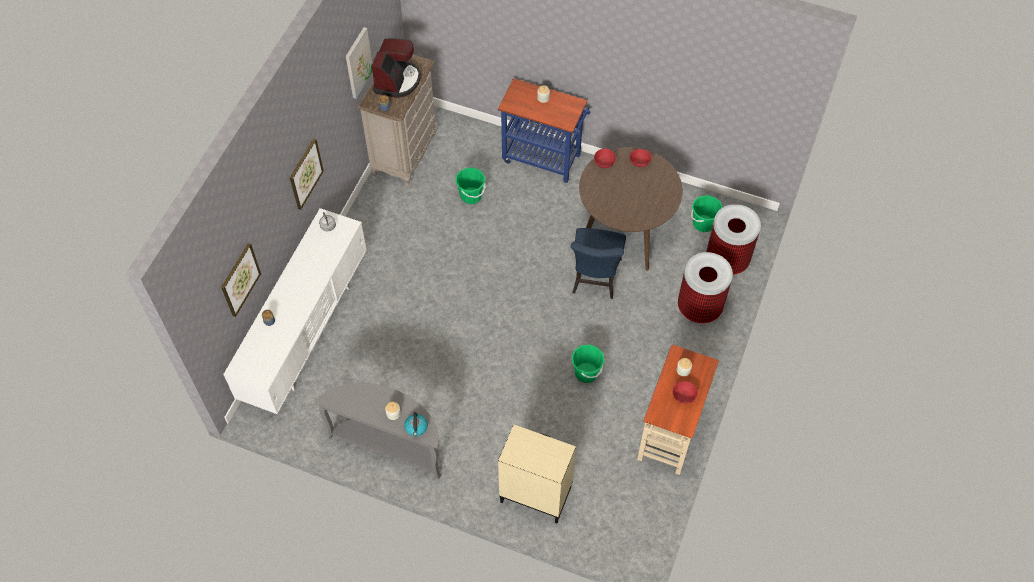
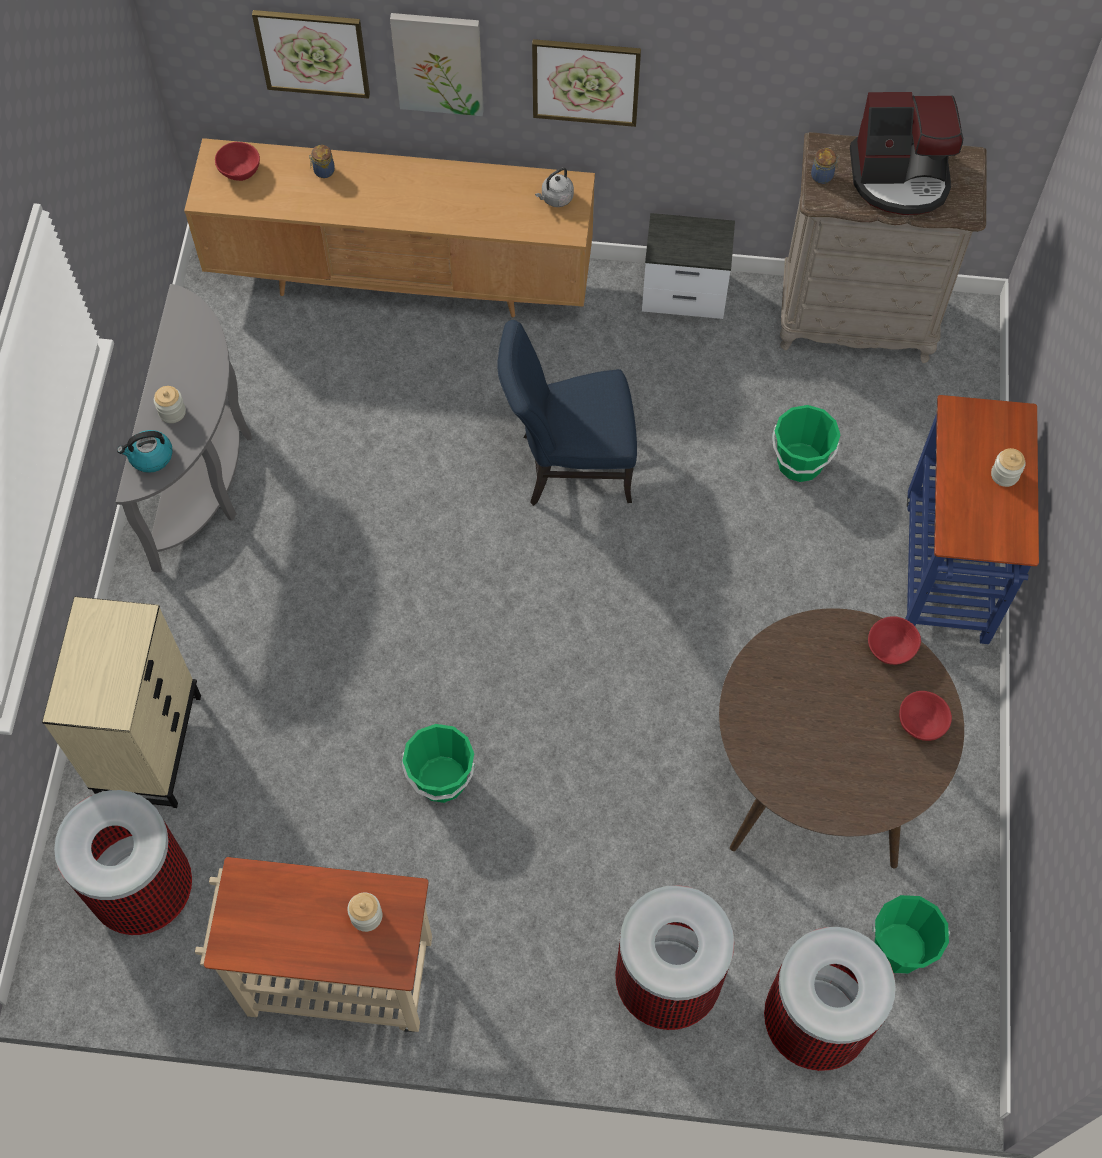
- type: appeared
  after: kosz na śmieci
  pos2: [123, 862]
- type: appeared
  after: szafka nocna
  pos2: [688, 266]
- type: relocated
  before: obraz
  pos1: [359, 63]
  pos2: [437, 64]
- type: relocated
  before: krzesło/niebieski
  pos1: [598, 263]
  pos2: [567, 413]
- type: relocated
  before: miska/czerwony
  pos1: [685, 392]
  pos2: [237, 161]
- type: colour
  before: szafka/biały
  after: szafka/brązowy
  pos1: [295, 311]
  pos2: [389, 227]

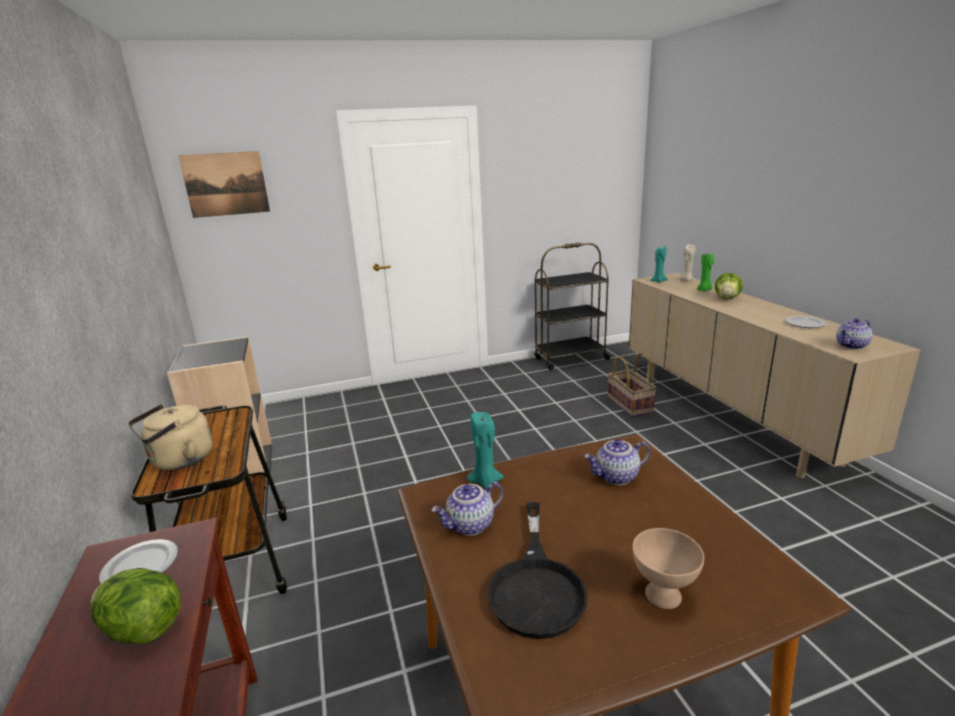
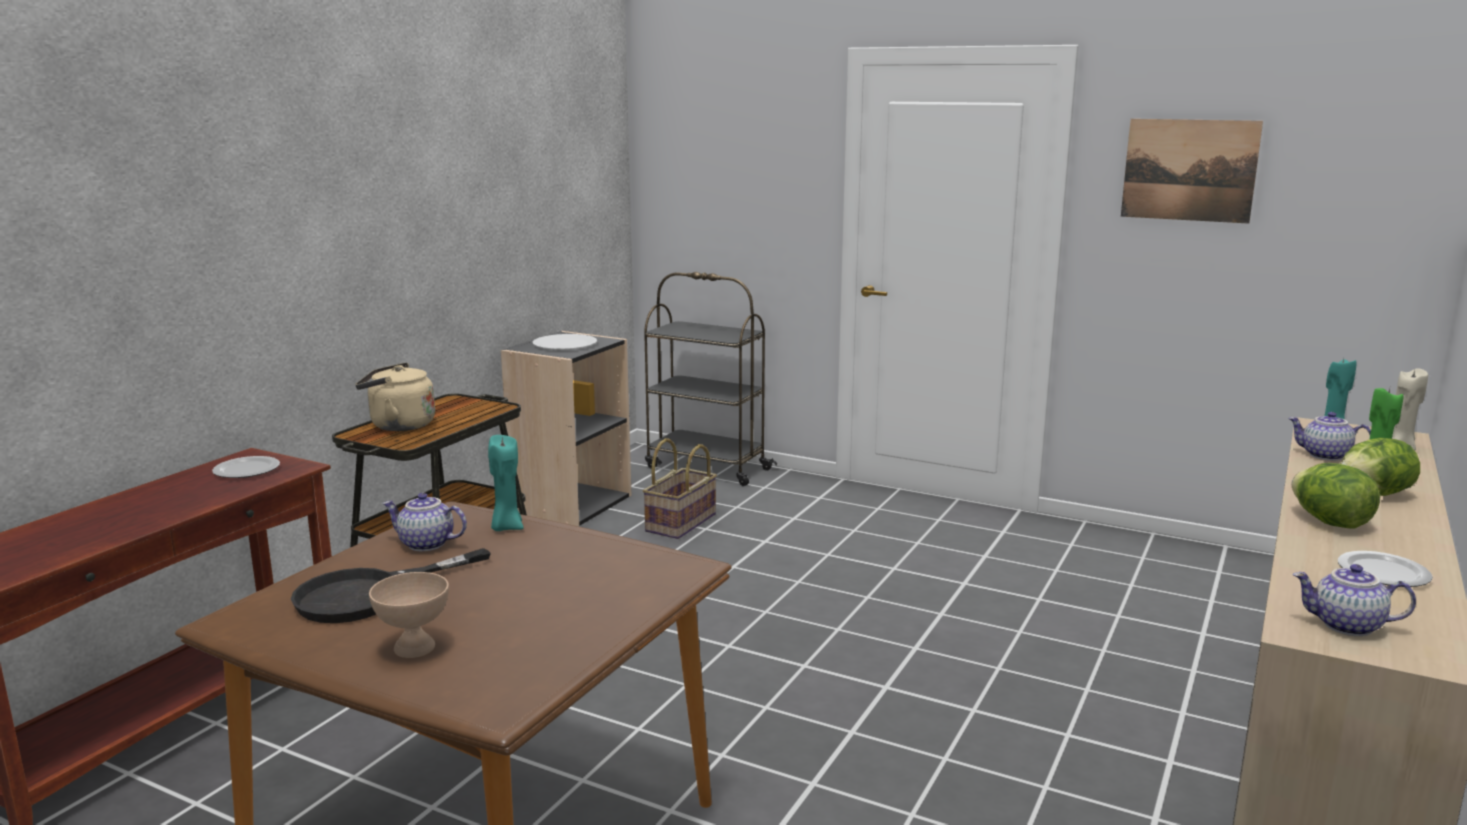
- type: appeared
  after: talerz/biały
  pos2: [564, 342]
- type: relocated
  before: sałata
  pos1: [136, 606]
  pos2: [1336, 496]
- type: relocated
  before: obraz
  pos1: [224, 184]
  pos2: [1192, 171]
- type: relocated
  before: wózek/czarny
  pos1: [572, 306]
  pos2: [710, 379]
- type: relocated
  before: imbryk
  pos1: [617, 462]
  pos2: [1329, 436]
- type: relocated
  before: koszyk
  pos1: [632, 385]
  pos2: [680, 488]

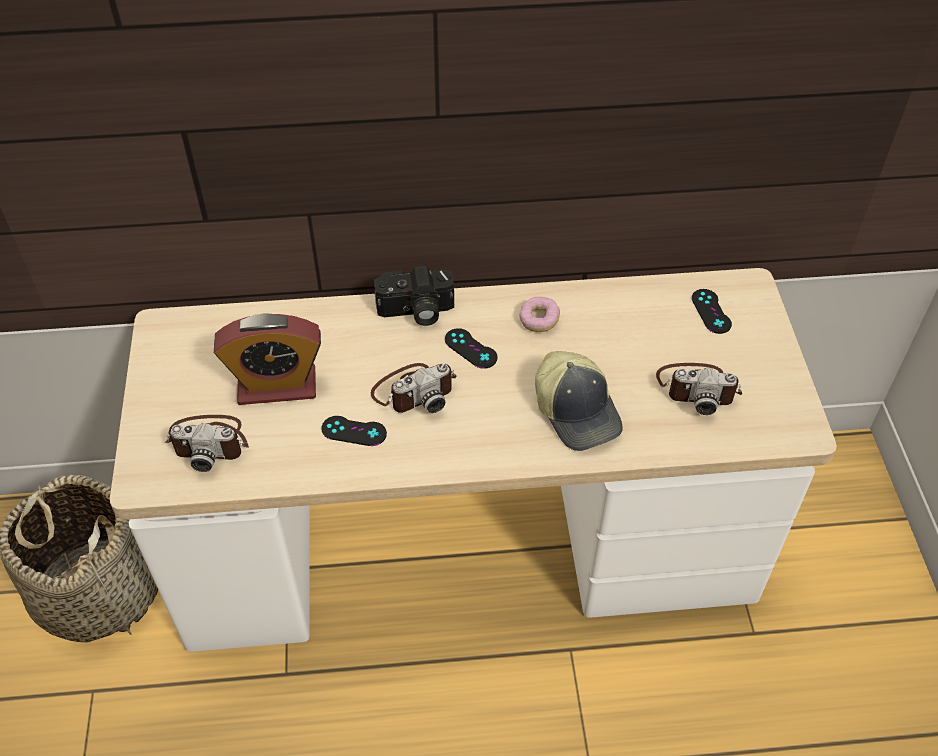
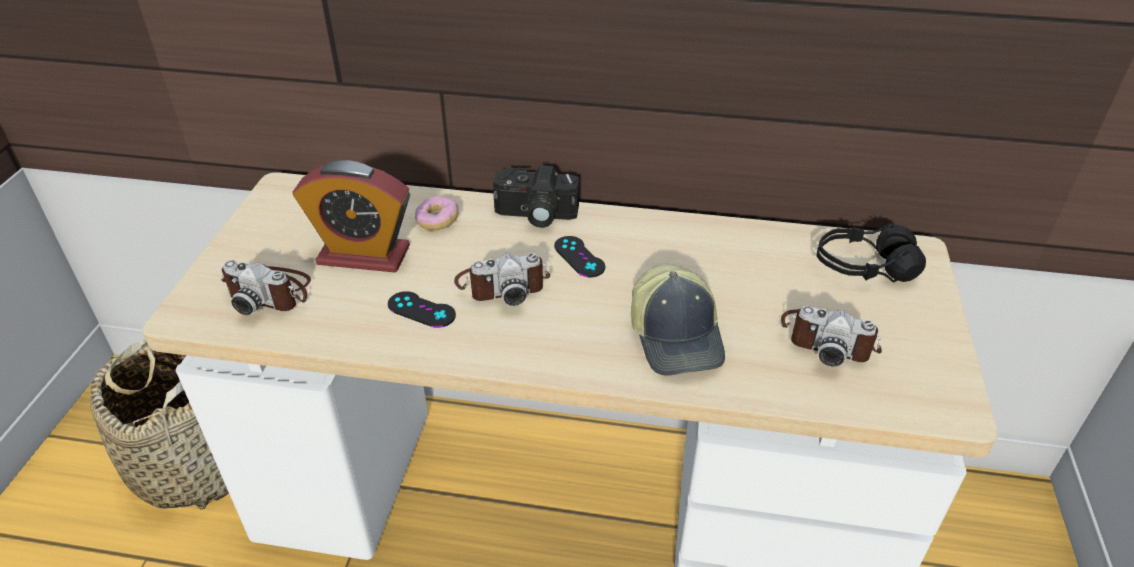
- type: relocated
  before: donut
  pos1: [539, 314]
  pos2: [437, 213]
- type: exchanged
  before: pad do gier/czarny
  after: słuchawki/czarny
  pos1: [712, 311]
  pos2: [871, 253]

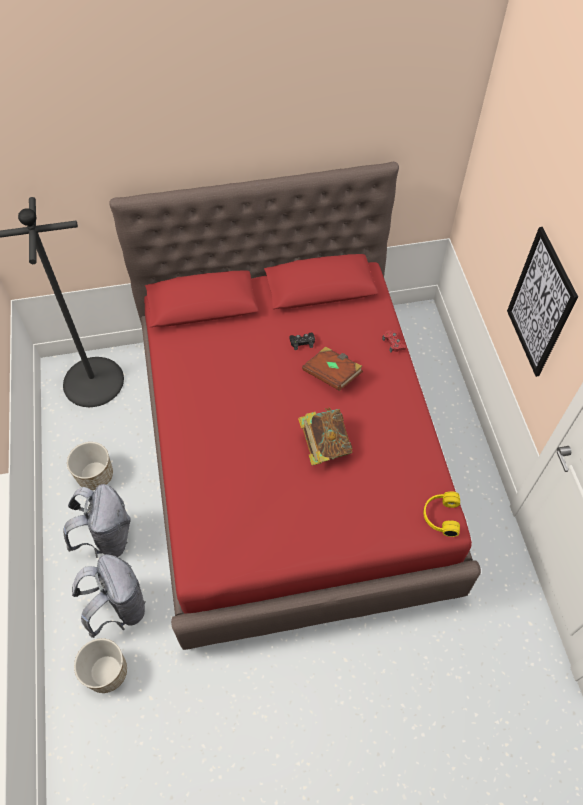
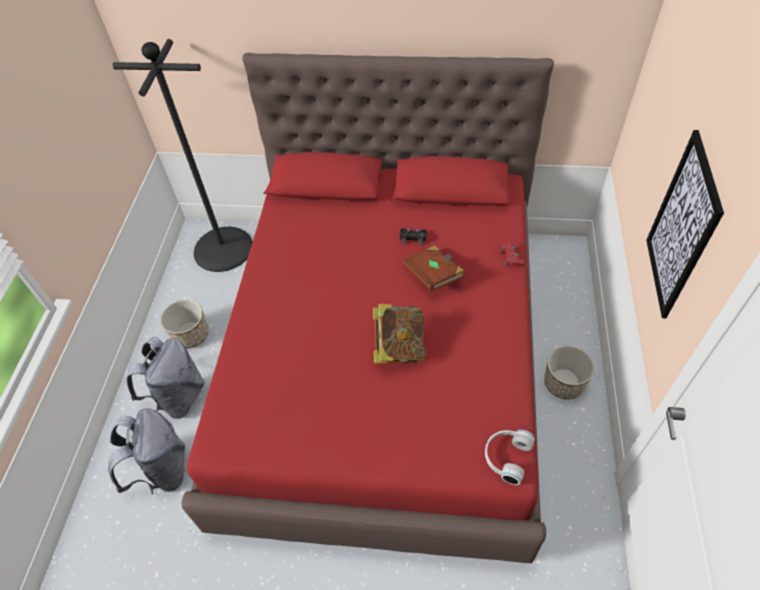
- type: relocated
  before: donica
  pos1: [100, 665]
  pos2: [569, 372]
- type: colour
  before: słuchawki/żółty
  after: słuchawki/biały
  pos1: [441, 514]
  pos2: [510, 457]

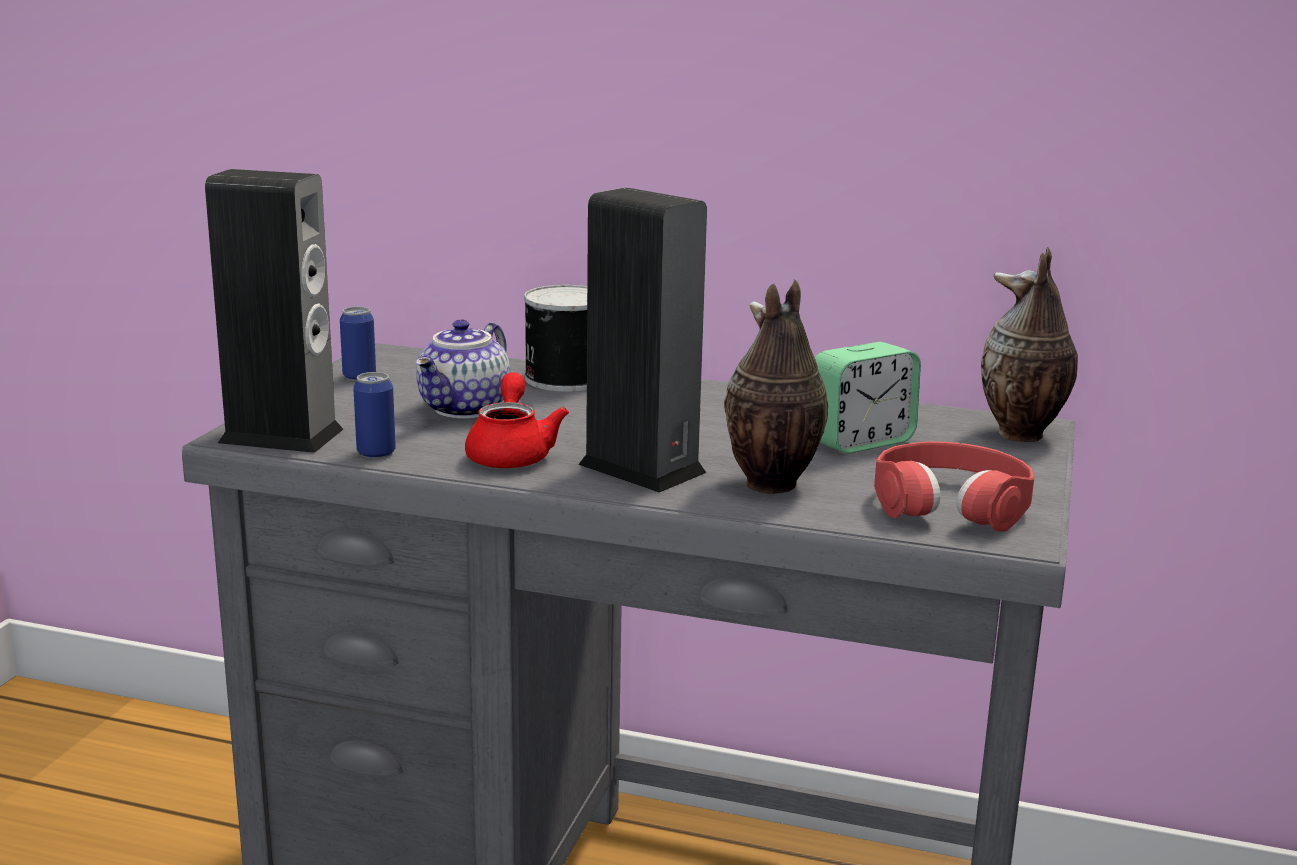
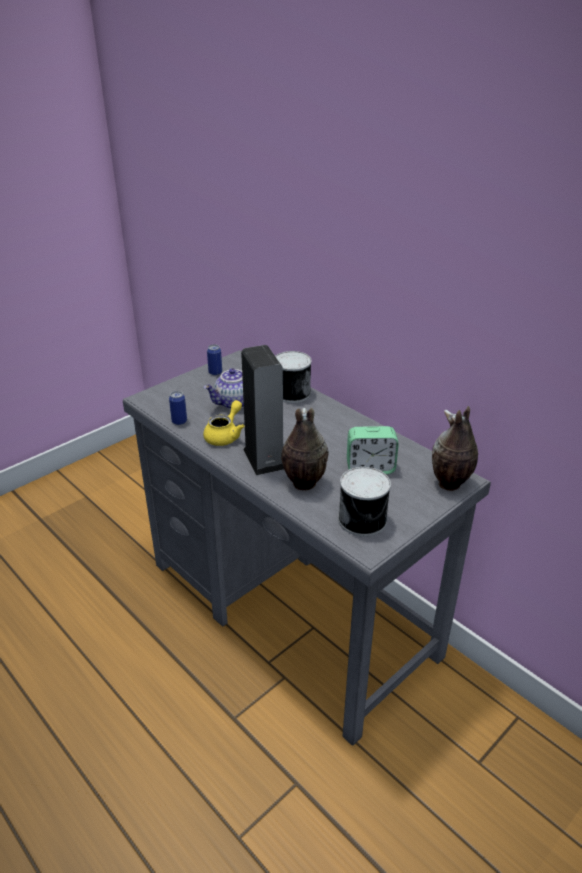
- type: missing
  before: głośnik
  pos1: [274, 311]
- type: exchanged
  before: słuchawki/czerwony
  after: puszka
  pos1: [954, 486]
  pos2: [364, 502]
- type: colour
  before: imbryk/czerwony
  after: imbryk/żółty
  pos1: [517, 420]
  pos2: [224, 423]

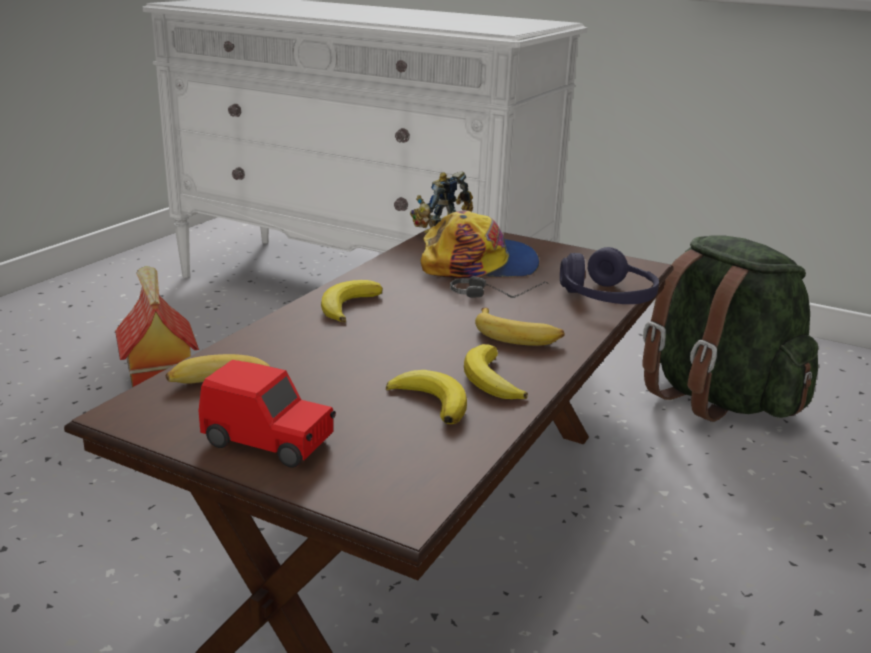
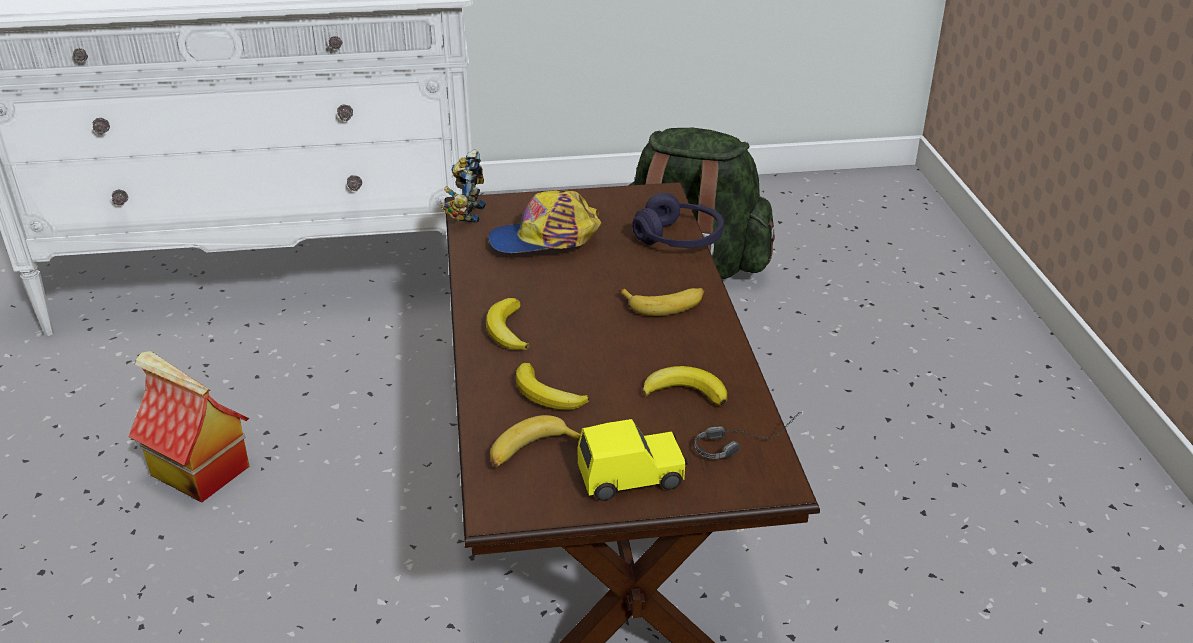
- type: relocated
  before: słuchawki
  pos1: [499, 287]
  pos2: [748, 435]
- type: relocated
  before: banan
  pos1: [496, 371]
  pos2: [552, 386]
- type: colour
  before: samochodzik/czerwony
  after: samochodzik/żółty
  pos1: [267, 414]
  pos2: [633, 460]
- type: spun
  before: czapka z daszkiem
  pos1: [479, 244]
  pos2: [544, 222]
  turn: -150

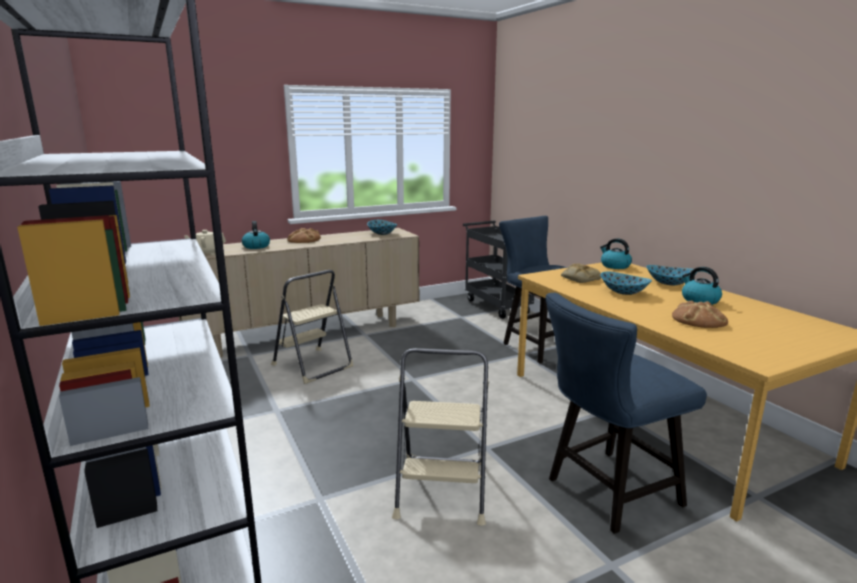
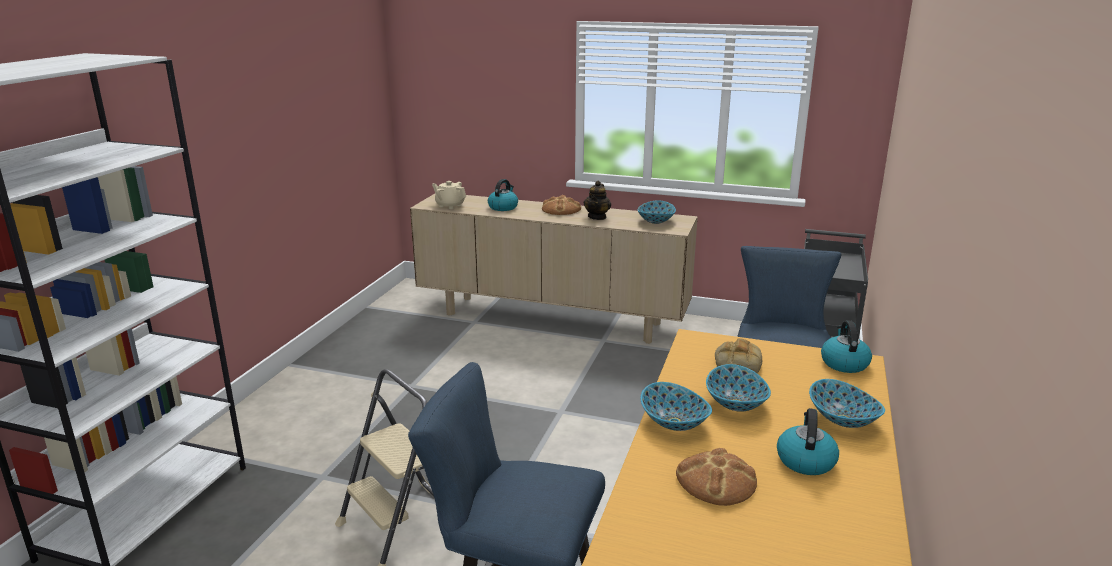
- type: missing
  before: drabinka/beżowy
  pos1: [312, 327]
- type: appeared
  after: imbryk
  pos2: [597, 200]
- type: appeared
  after: miska
  pos2: [676, 406]

